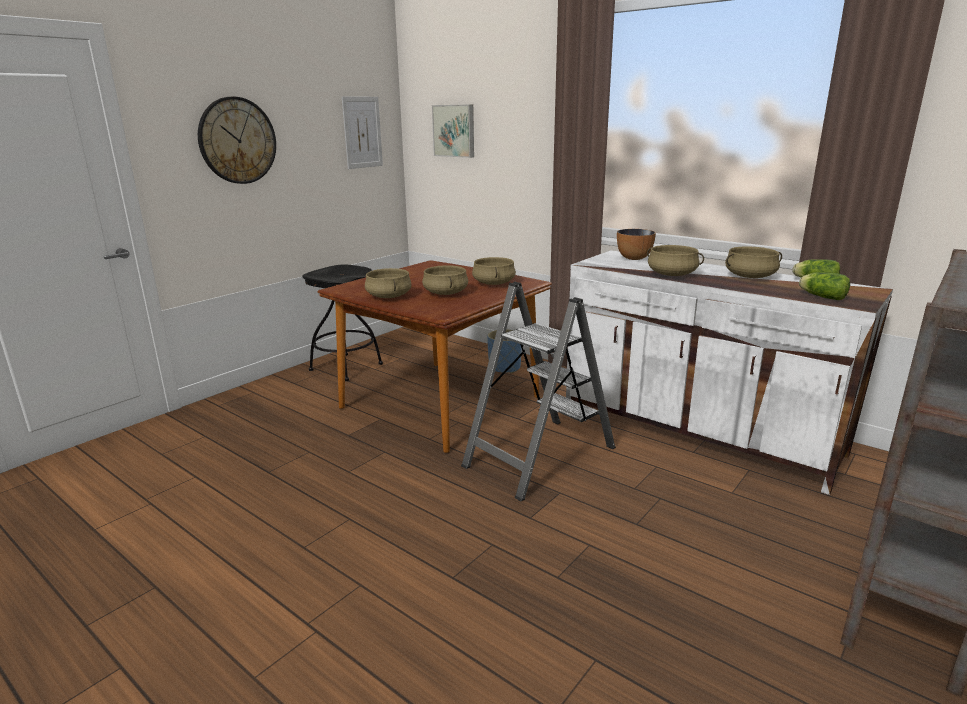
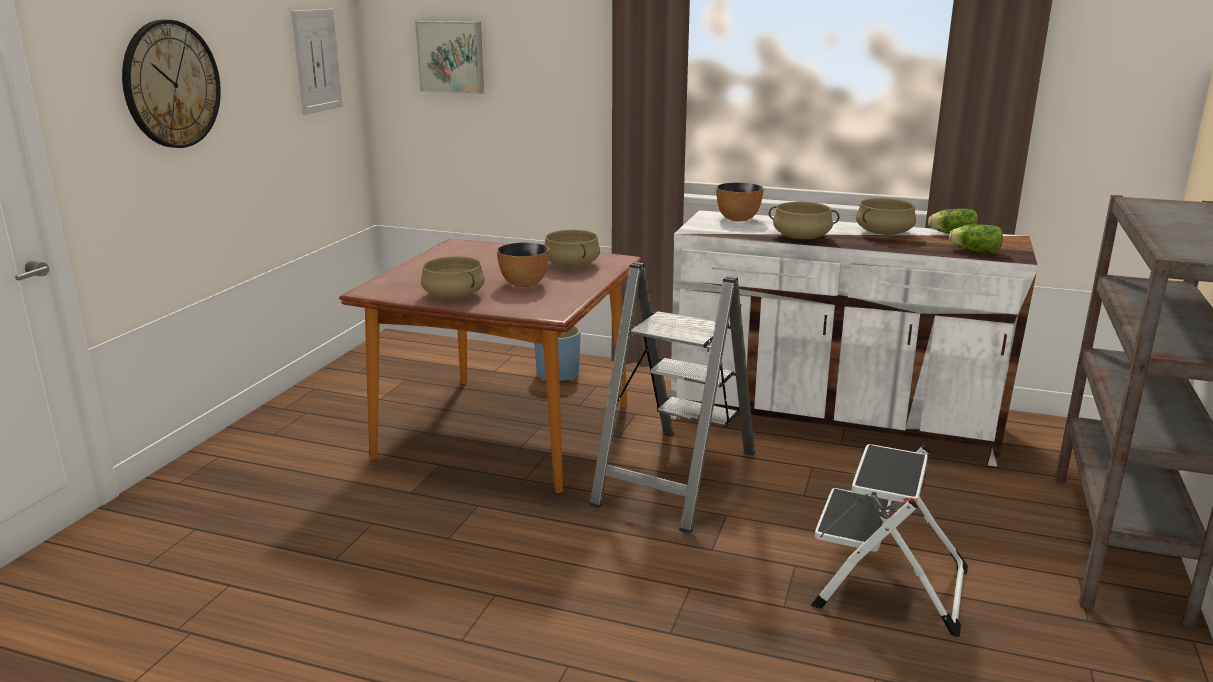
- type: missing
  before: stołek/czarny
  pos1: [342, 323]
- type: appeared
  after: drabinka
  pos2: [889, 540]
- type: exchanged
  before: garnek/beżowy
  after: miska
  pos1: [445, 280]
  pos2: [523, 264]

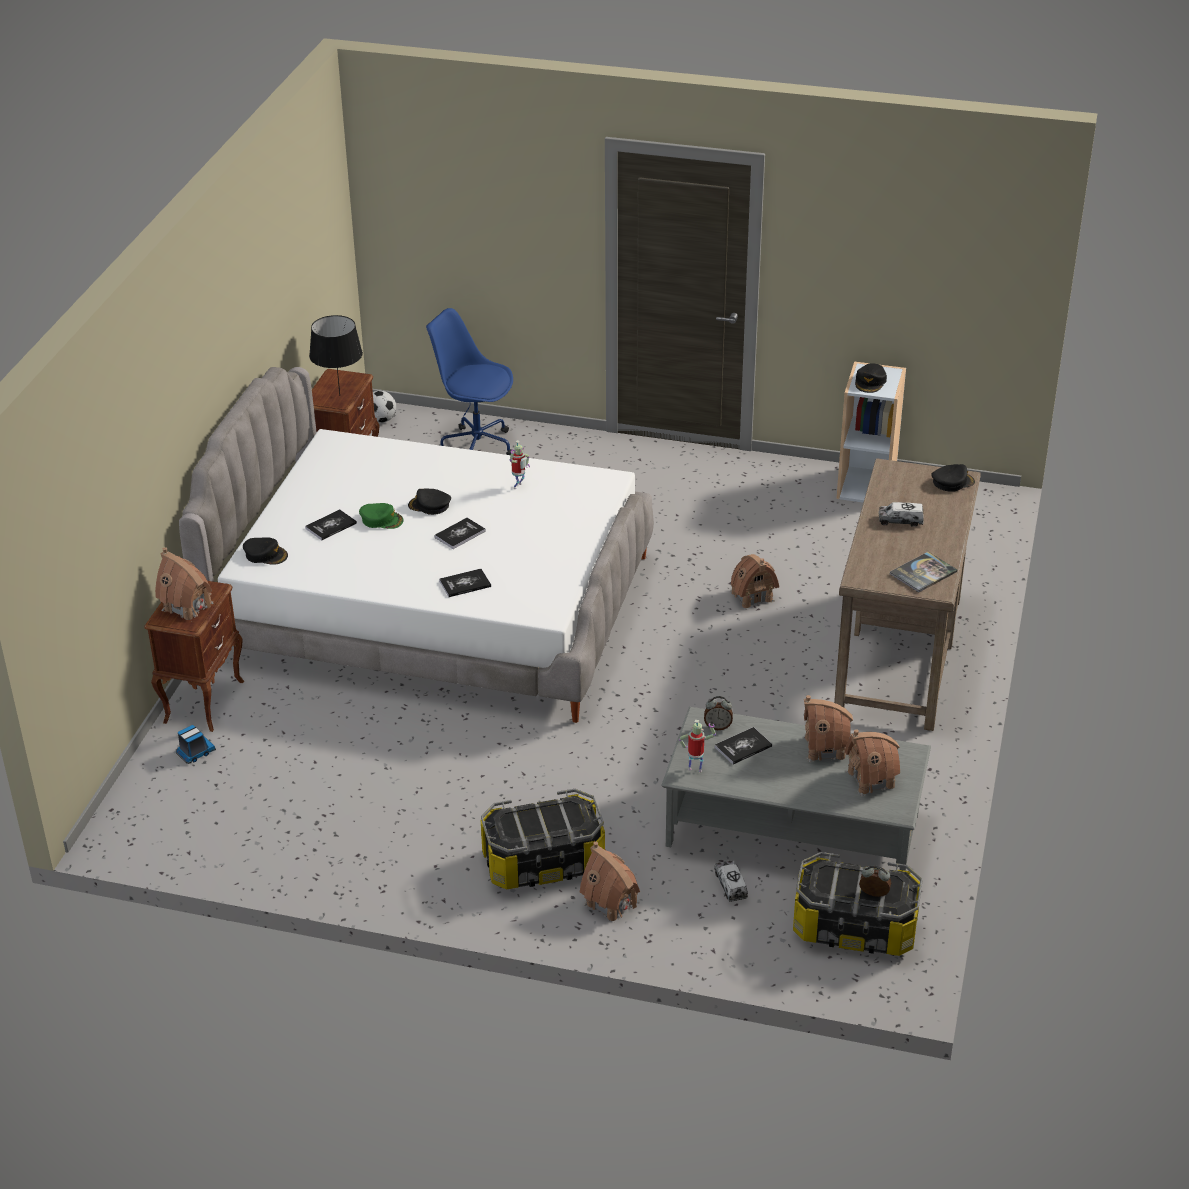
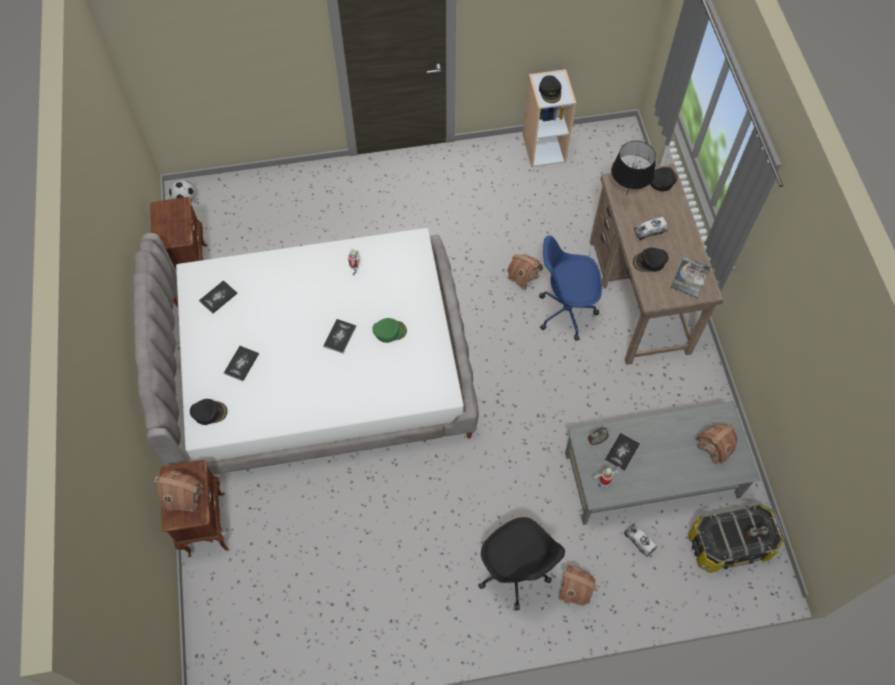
- type: missing
  before: ciężarówka zabawkowa
  pos1: [196, 744]
- type: missing
  before: domek
  pos1: [828, 728]
- type: relocated
  before: lampa stołowa/czarny
  pos1: [336, 355]
  pos2: [633, 168]
- type: relocated
  before: czapka z daszkiem/zielony
  pos1: [381, 516]
  pos2: [389, 330]
- type: relocated
  before: czapka z daszkiem/czarny
  pos1: [429, 501]
  pos2: [650, 260]
- type: relocated
  before: krzesło biurowe/niebieski
  pos1: [469, 381]
  pos2: [570, 288]
- type: relocated
  before: książka
  pos1: [465, 583]
  pos2: [218, 297]
- type: exchanged
  before: pojemnik do przechowywania
  after: krzesło biurowe/czarny
  pos1: [543, 839]
  pos2: [521, 563]

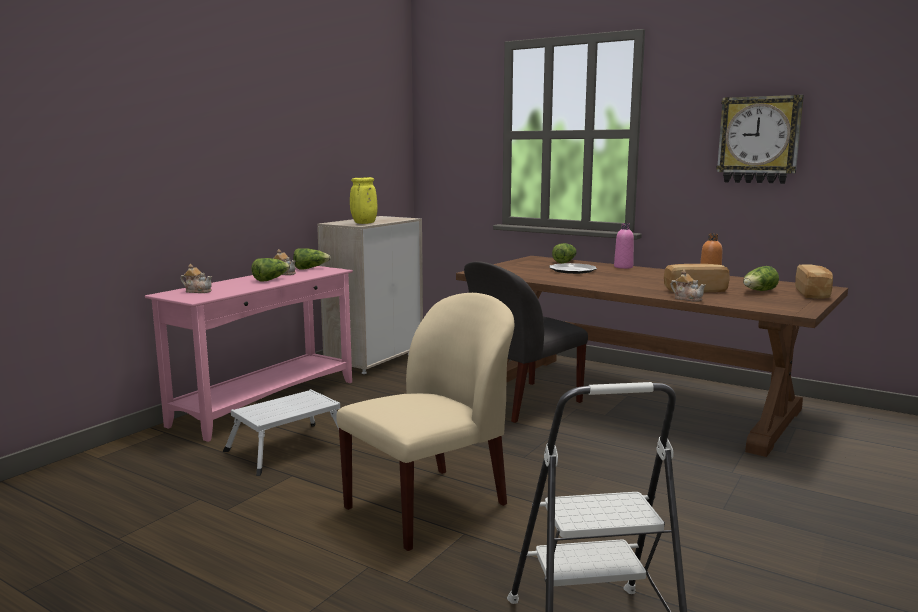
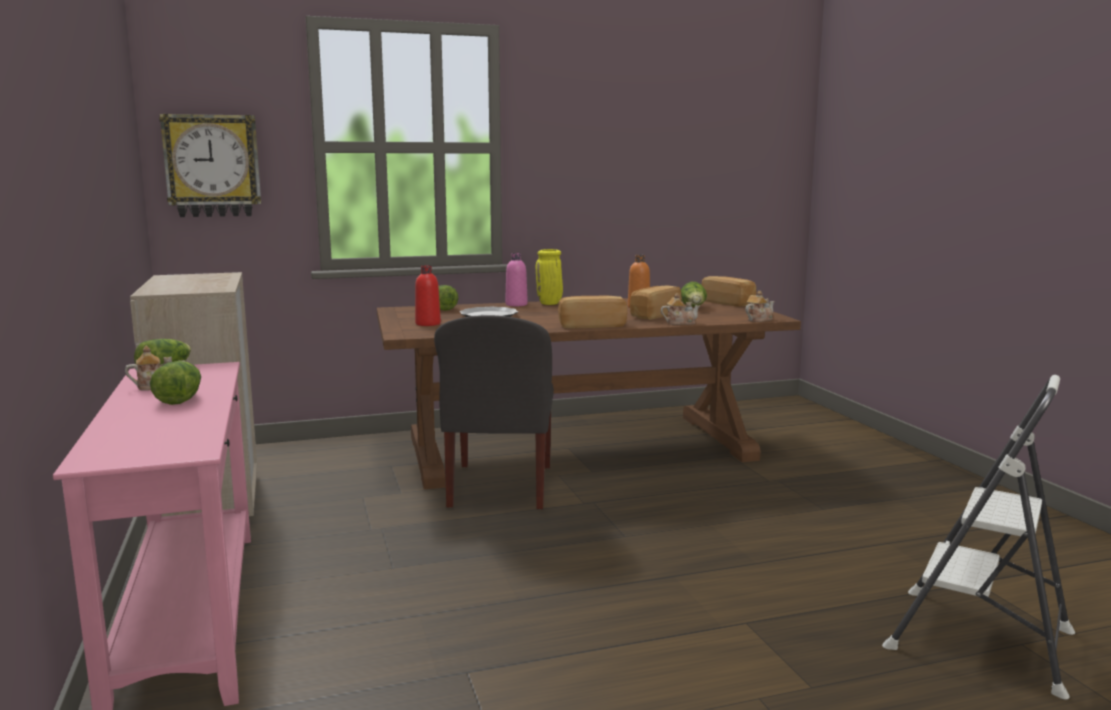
- type: missing
  before: drabinka/biały
  pos1: [288, 432]
- type: missing
  before: krzesło/beżowy
  pos1: [425, 422]
- type: appeared
  after: butelka/czerwony
  pos2: [428, 295]
- type: appeared
  after: chleb
  pos2: [592, 312]
- type: relocated
  before: imbryk
  pos1: [196, 278]
  pos2: [759, 306]
- type: relocated
  before: wazon/żółty
  pos1: [364, 200]
  pos2: [549, 277]
- type: relocated
  before: zegar ścienny
  pos1: [760, 139]
  pos2: [210, 165]

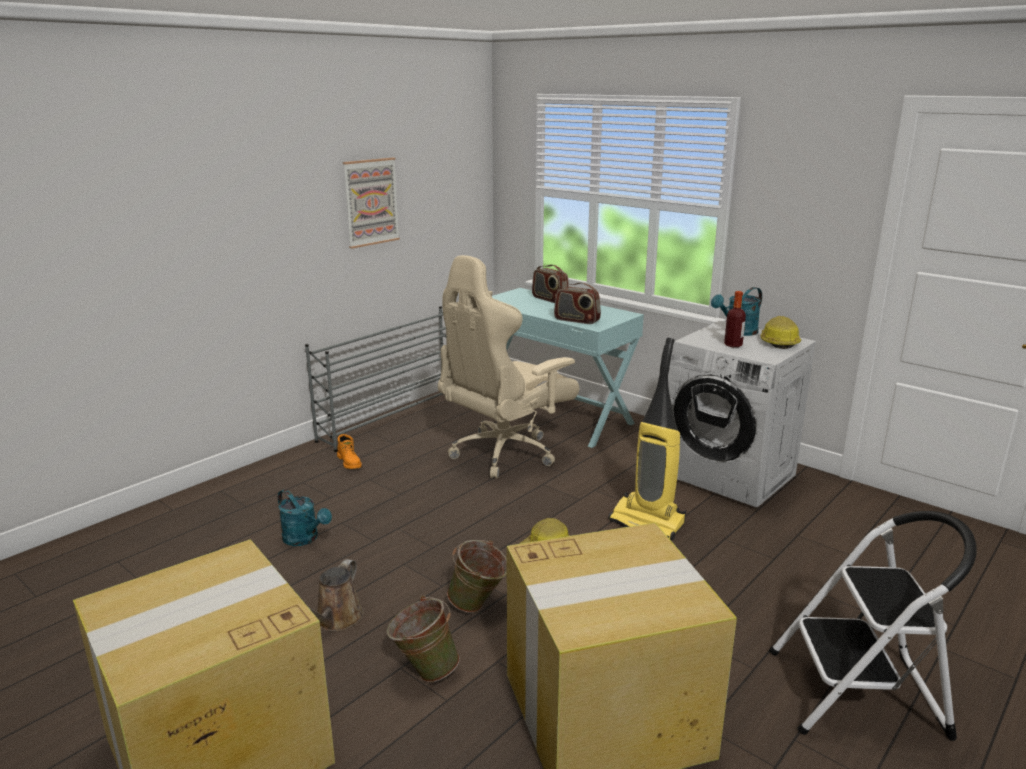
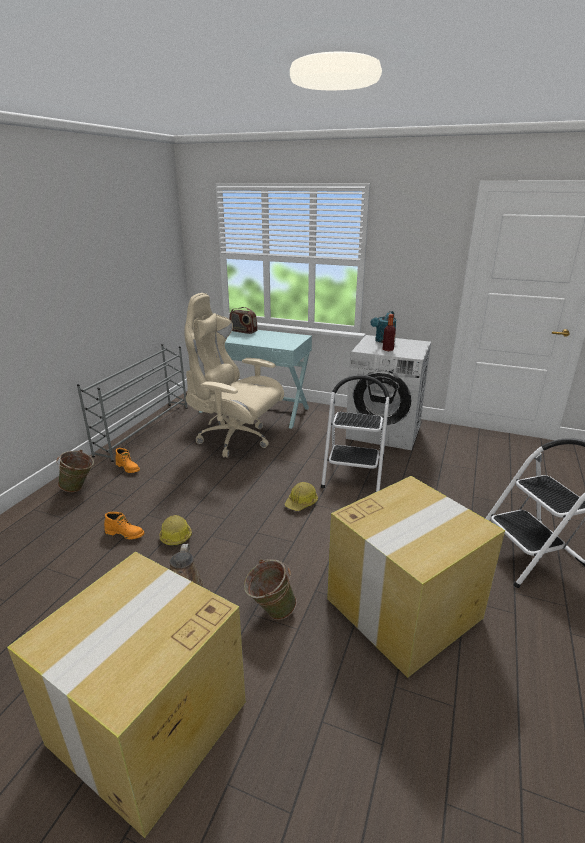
- type: missing
  before: obraz
  pos1: [371, 203]
- type: missing
  before: radio
  pos1: [577, 303]
- type: relocated
  before: wiadro/zielony
  pos1: [477, 576]
  pos2: [75, 471]
- type: relocated
  before: kask
  pos1: [781, 332]
  pos2: [176, 530]
- type: exchanged
  before: konewka/turkusowy
  after: but z cholewką/pomarańczowy
  pos1: [305, 517]
  pos2: [124, 525]
- type: exchanged
  before: odkurzacz
  after: drabinka
  pos1: [647, 439]
  pos2: [355, 433]
- type: spun
  before: krzesło biurowe/beżowy
  pos1: [508, 366]
  pos2: [234, 375]
  turn: 90

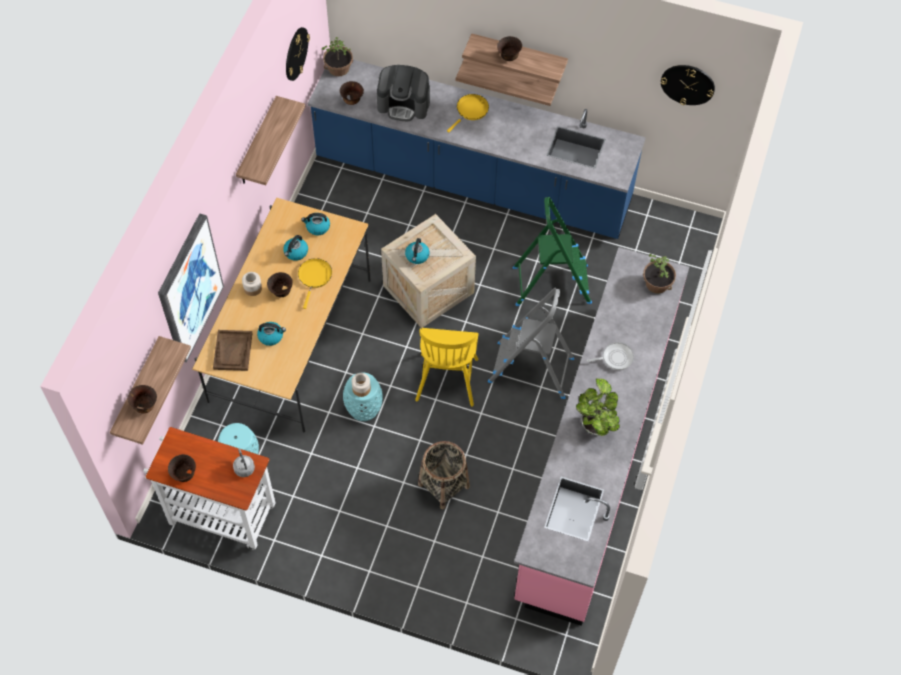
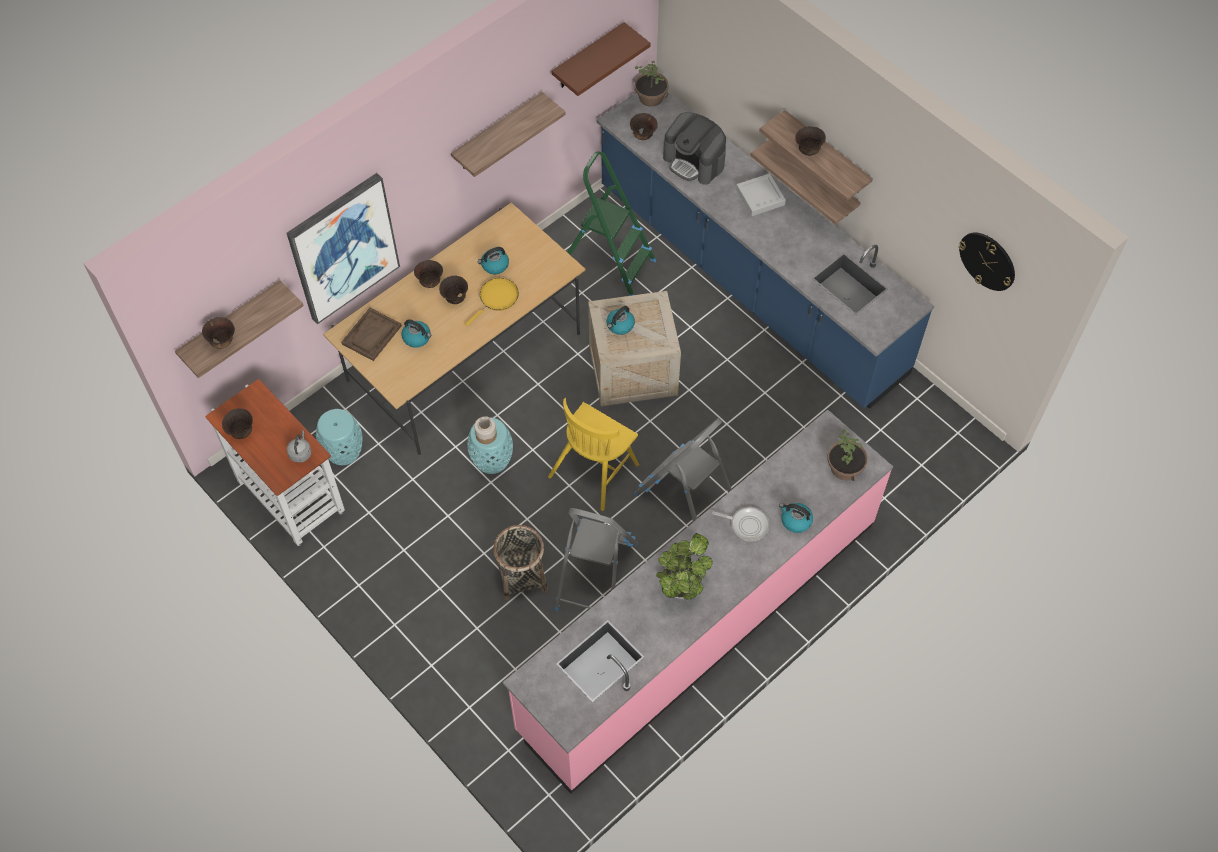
- type: appeared
  after: drabinka/szary
  pos2: [596, 560]
- type: relocated
  before: czajnik
  pos1: [315, 224]
  pos2: [796, 518]
- type: relocated
  before: drabinka/zielony
  pos1: [552, 251]
  pos2: [611, 223]
- type: exchanged
  before: słoik
  after: miska/brązowy
  pos1: [252, 284]
  pos2: [428, 274]
- type: exchanged
  before: zegar ścienny
  after: półka/brązowy
  pos1: [298, 54]
  pos2: [601, 59]
- type: exchanged
  before: patelnia/żółty
  after: taca/szary
  pos1: [468, 113]
  pos2: [761, 194]

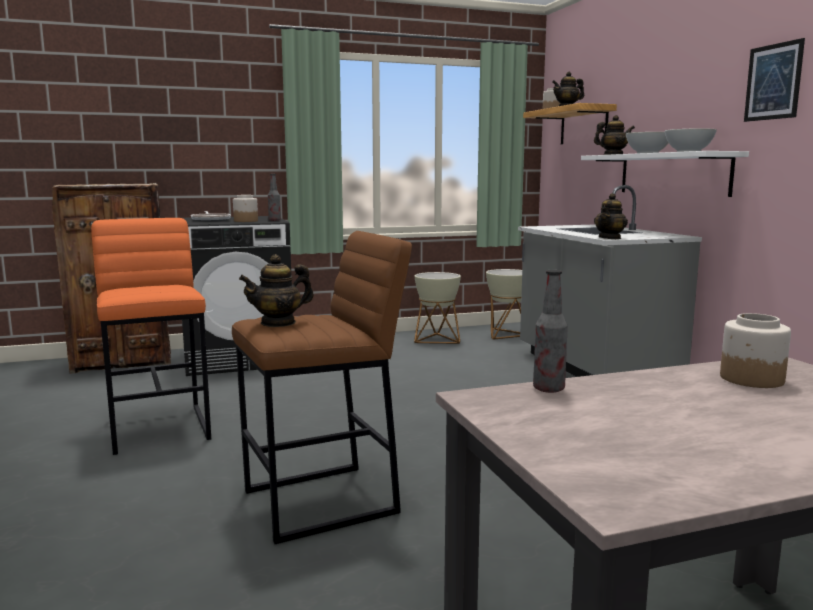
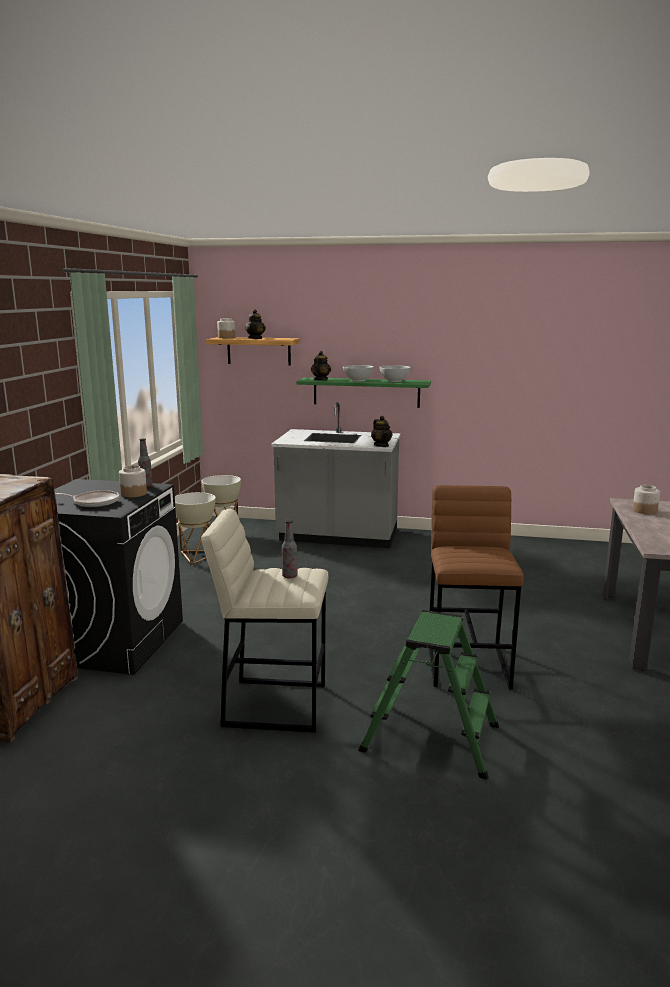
- type: missing
  before: imbryk
  pos1: [276, 290]
- type: missing
  before: obraz
  pos1: [774, 80]
- type: appeared
  after: drabinka/zielony
  pos2: [428, 695]
- type: relocated
  before: butelka
  pos1: [550, 331]
  pos2: [290, 549]
- type: colour
  before: stołek/pomarańczowy
  after: stołek/beżowy
  pos1: [151, 336]
  pos2: [264, 620]
- type: colour
  before: półka/biały
  after: półka/zielony
  pos1: [665, 174]
  pos2: [364, 392]

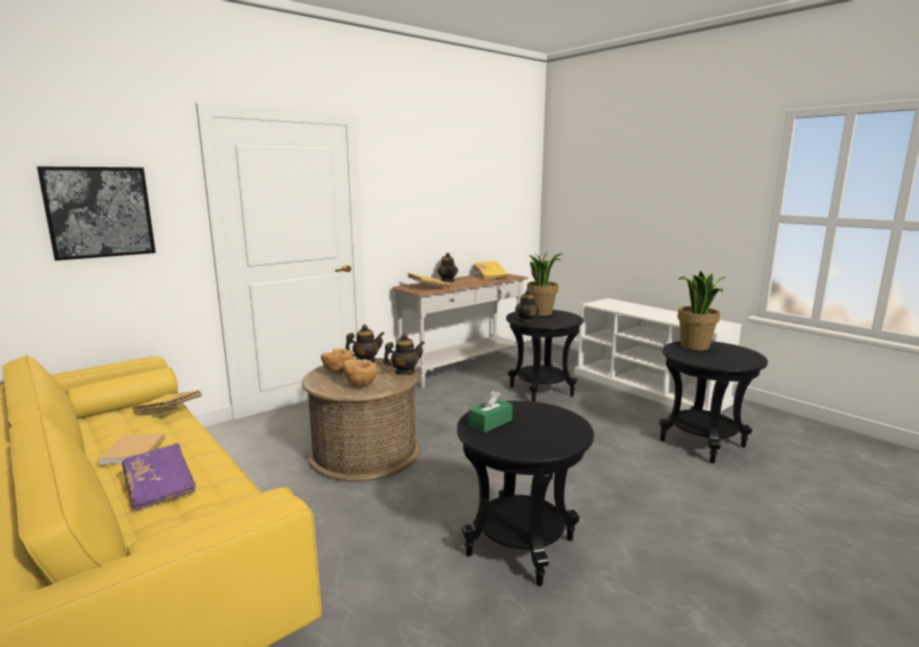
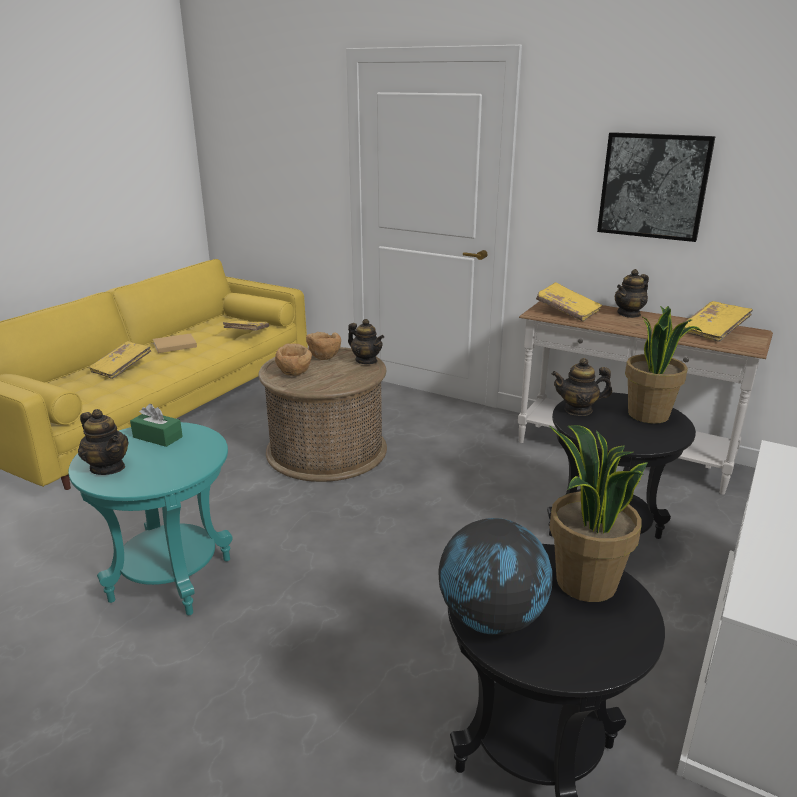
- type: appeared
  after: globus
  pos2: [495, 576]
- type: relocated
  before: obraz
  pos1: [96, 213]
  pos2: [656, 187]
- type: relocated
  before: imbryk
  pos1: [403, 354]
  pos2: [103, 442]
- type: colour
  before: książka/fioletowy
  after: książka/żółty
  pos1: [159, 477]
  pos2: [120, 360]
- type: colour
  before: stolik/czarny
  after: stolik/turkusowy
  pos1: [525, 493]
  pos2: [150, 518]

